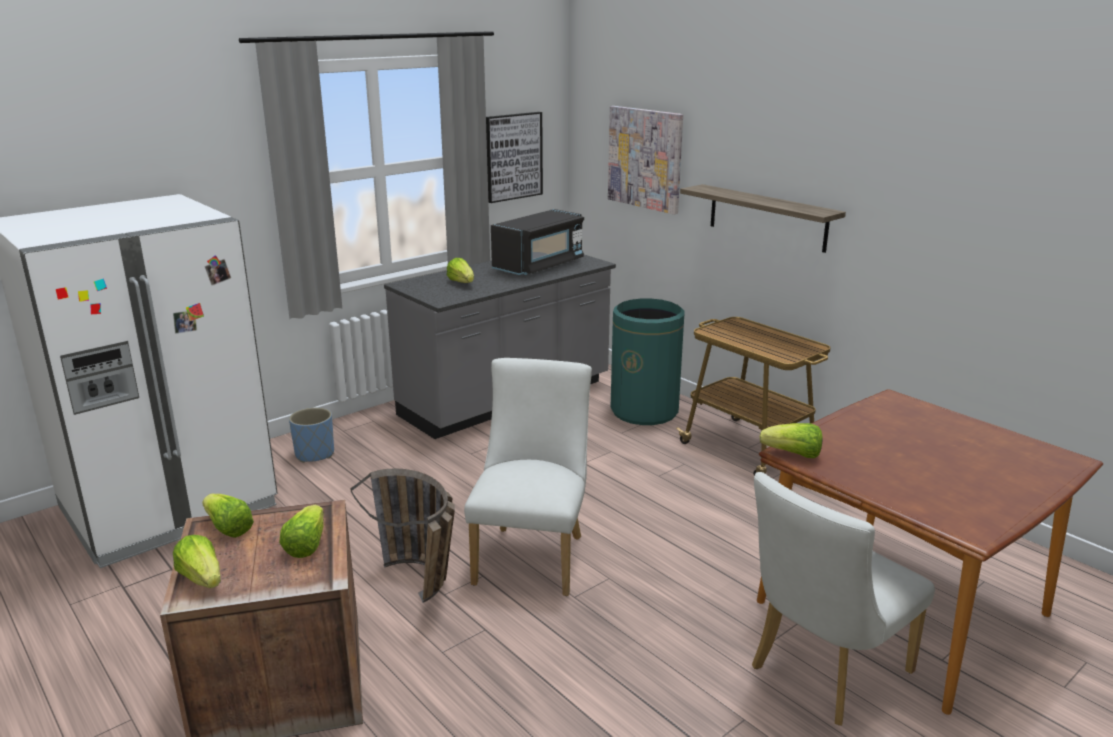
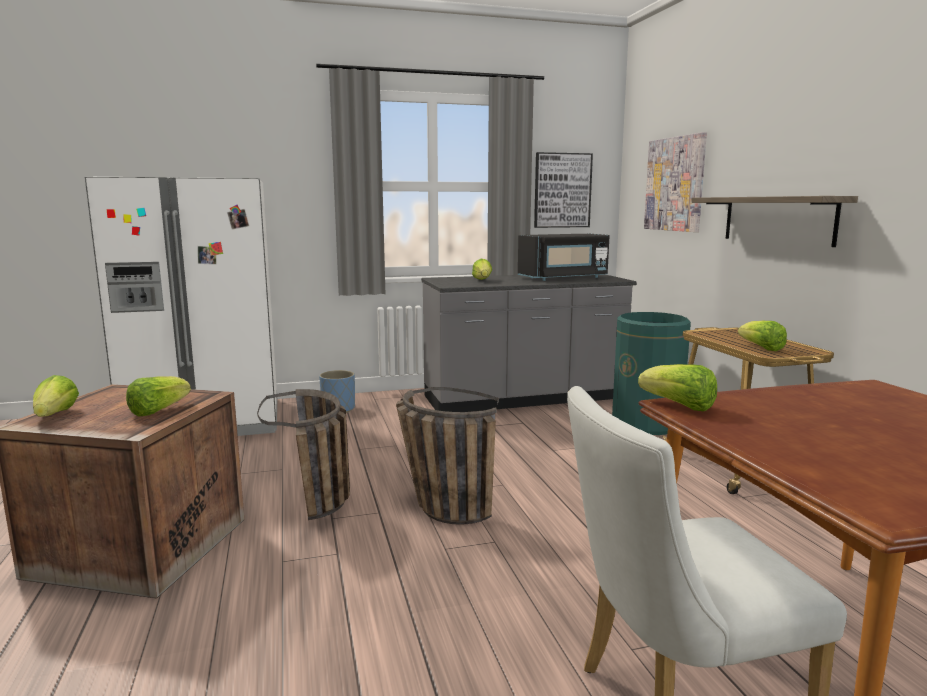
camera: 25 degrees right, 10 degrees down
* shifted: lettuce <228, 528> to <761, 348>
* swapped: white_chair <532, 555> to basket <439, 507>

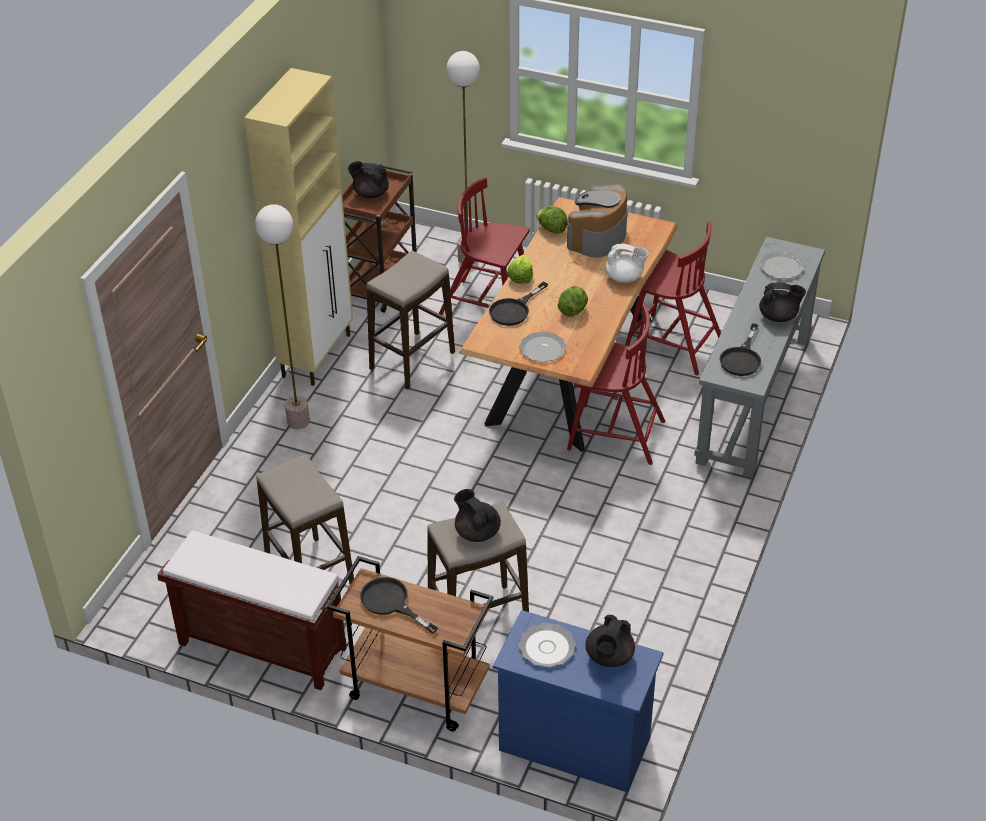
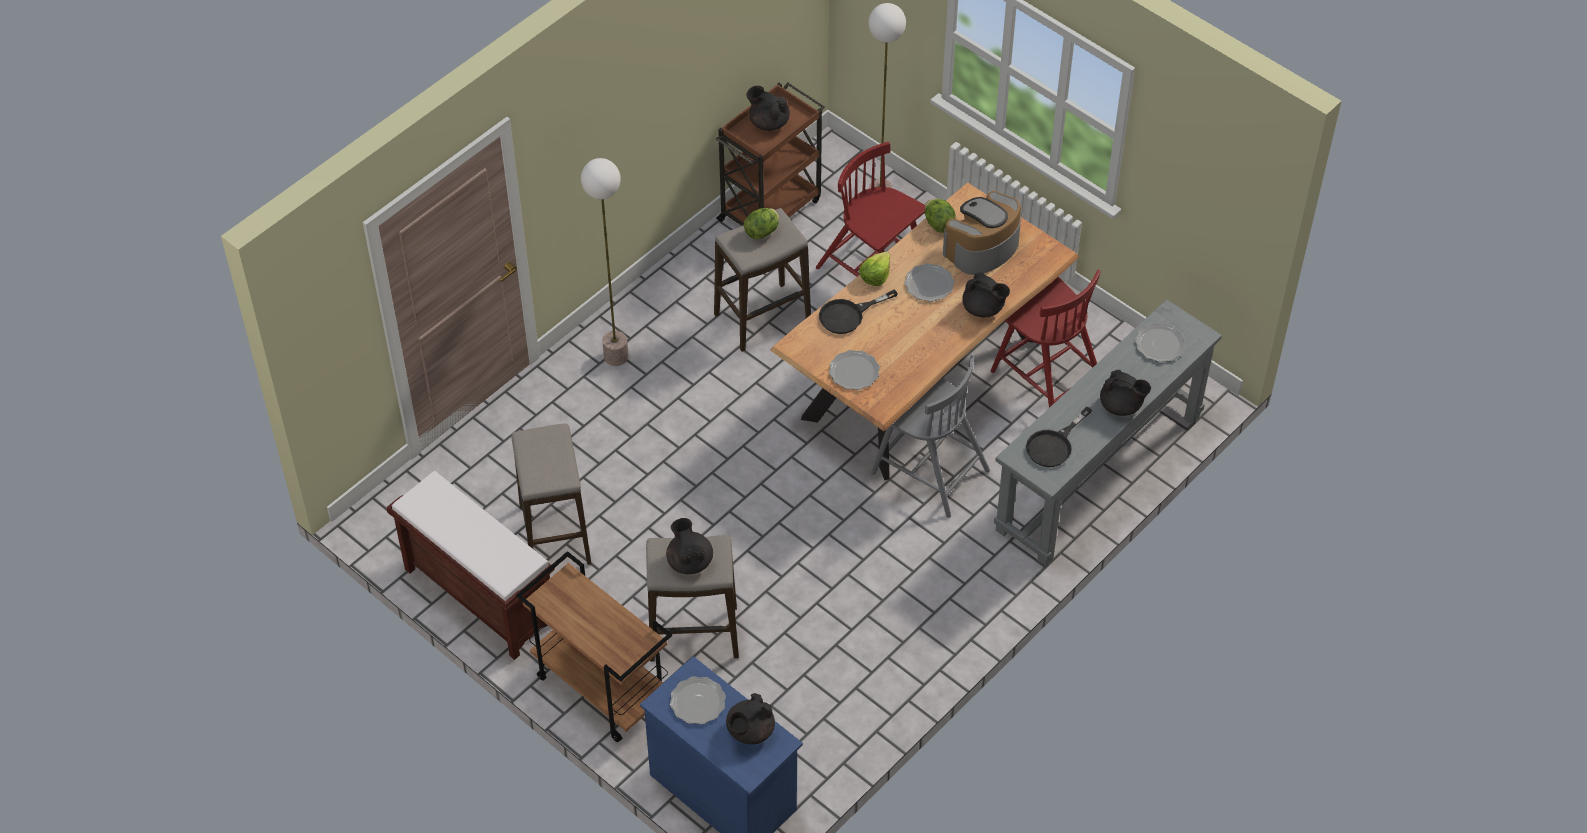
camera: 20 degrees right, 10 degrees up
* gone: beige_cabinet <317, 355>
* gone: black_frying_pan <391, 603>
* new: plate <929, 284>
* shifted: lettuce <573, 310> to <762, 232>
* repainted: red_chair <614, 434> to grey_chair <928, 470>
* repainted: white_teapot <624, 278> to black_teapot <983, 308>

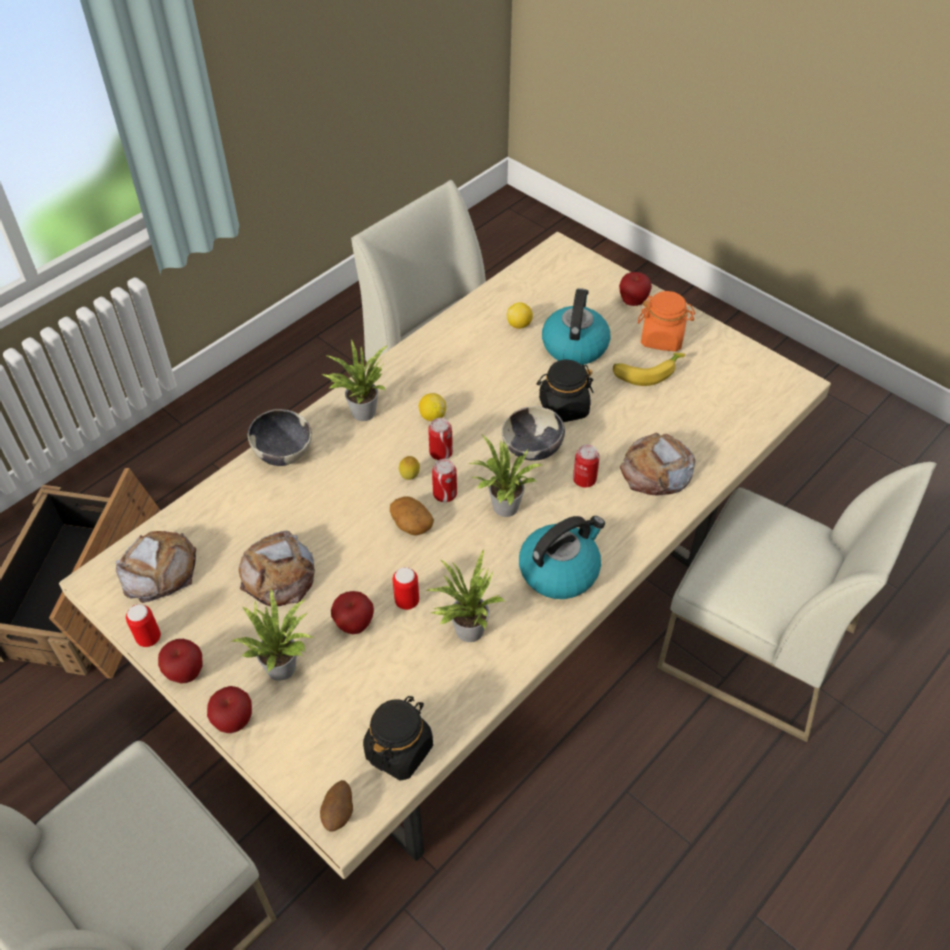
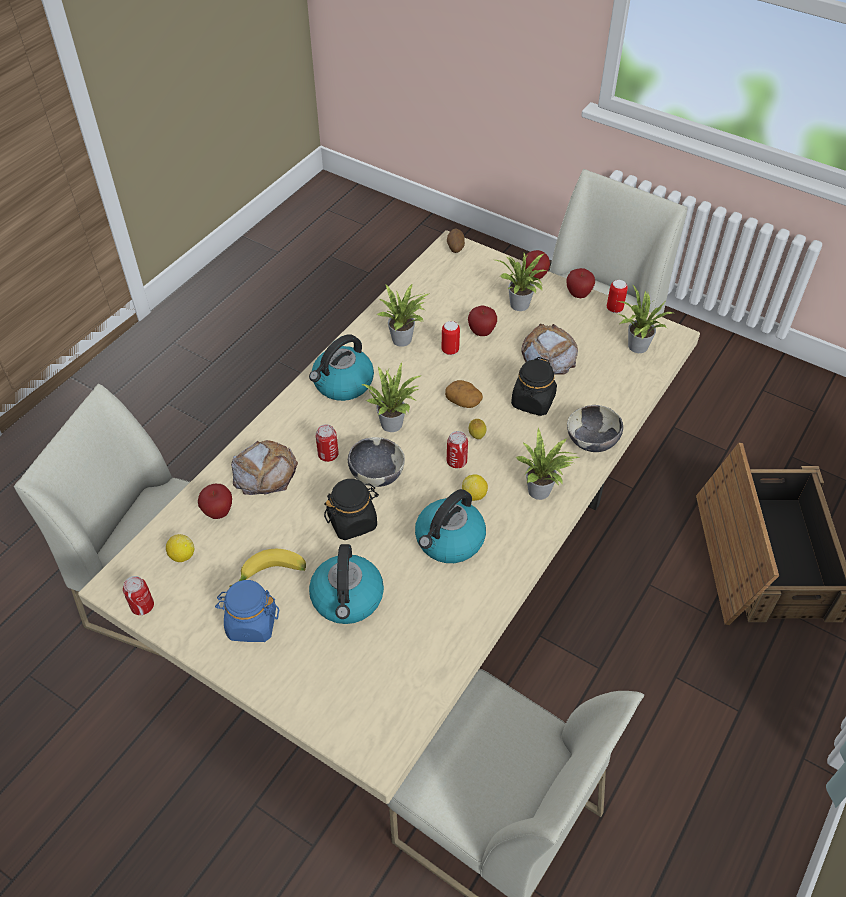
camera: 170 degrees right, 0 degrees up
* new: kettle <449, 541>
* shifted: black_jar <399, 750> to <533, 401>
* shifted: can <445, 494> to <142, 606>
* shifted: lemon <519, 325> to <182, 555>
* shifted: apple <632, 302> to <218, 512>
* swapped: bread <159, 569> to potted_plant <635, 347>
* repainted: orange_jar <662, 338> to blue_jar <251, 623>

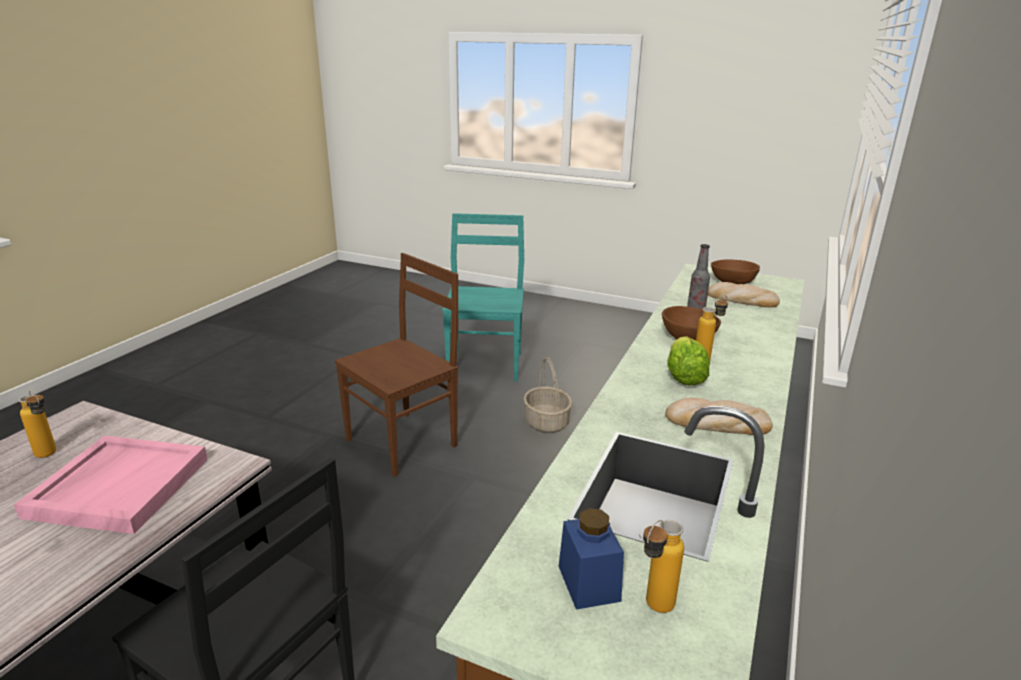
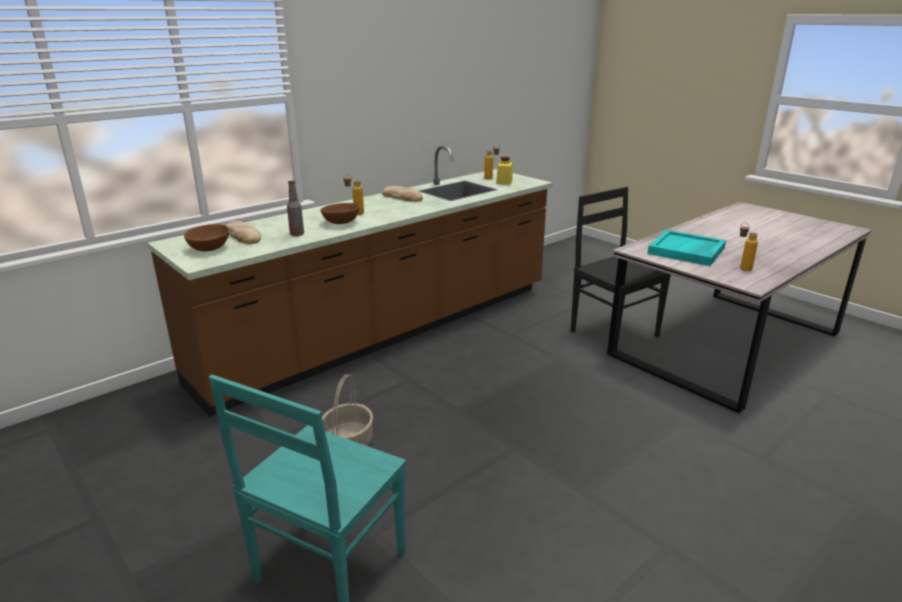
camera: 155 degrees left, 0 degrees up
* gone: brown_chair <404, 441>
* gone: lettuce <684, 377>
* repainted: pink_tray <119, 486> to turquoise_tray <687, 251>
* repainted: blue_jar <588, 583> to yellow_jar <504, 182>

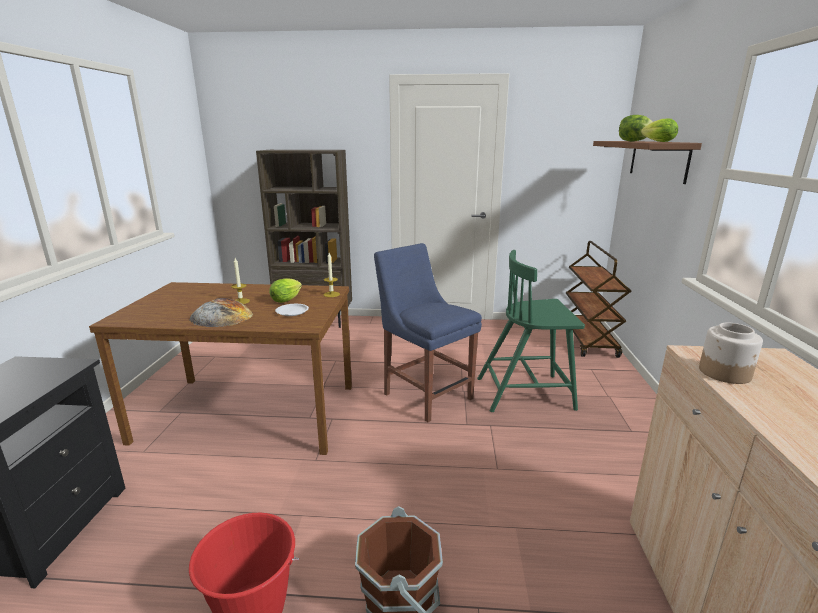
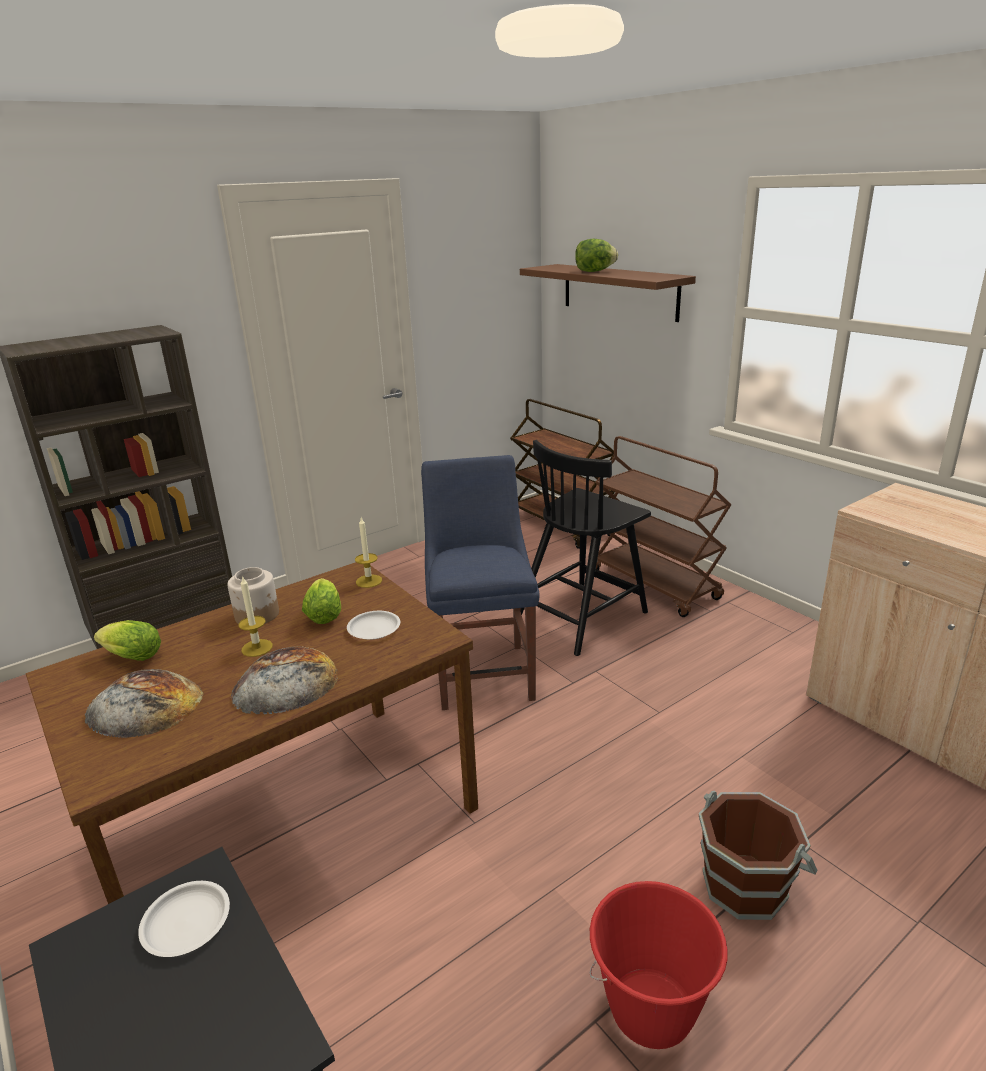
camera: 40 degrees left, 5 degrees up
* new: bread <144, 706>
* new: white_plate <186, 922>
* new: brown_cart <655, 585>
* shifted: lettuce <656, 142> to <130, 657>
* shifted: jar <725, 373> to <257, 615>
* repainted: green_chair <526, 393> to black_chair <582, 616>
* rotated: blue_chair <425, 394> = <483, 672> 75 degrees clockwise

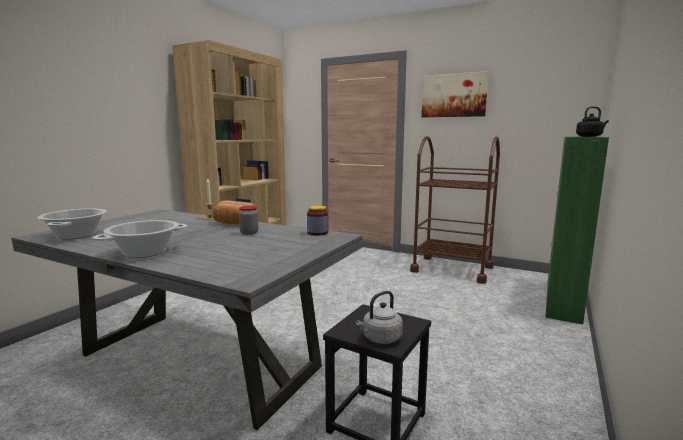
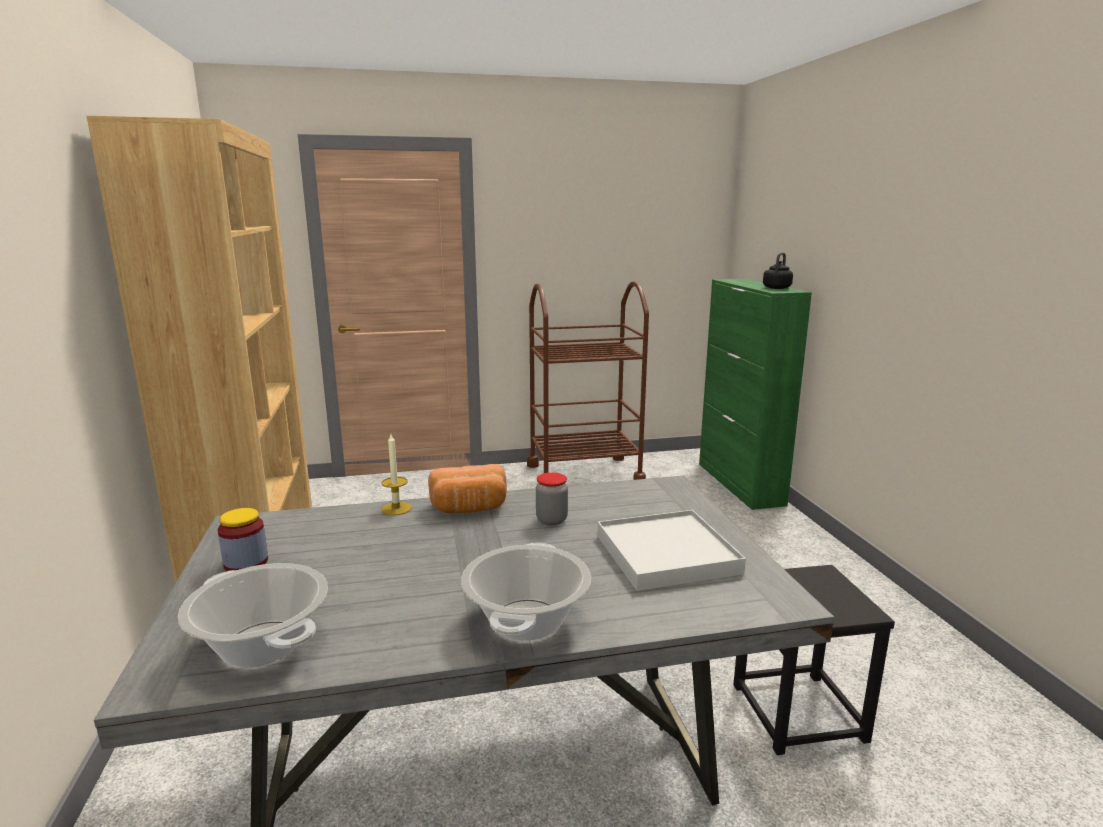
camera: 40 degrees left, 5 degrees up
* gone: grey_kettle <380, 339>
* gone: picture <454, 95>
* new: white_tray <666, 554>
* shifted: jar <317, 233> to <246, 562>

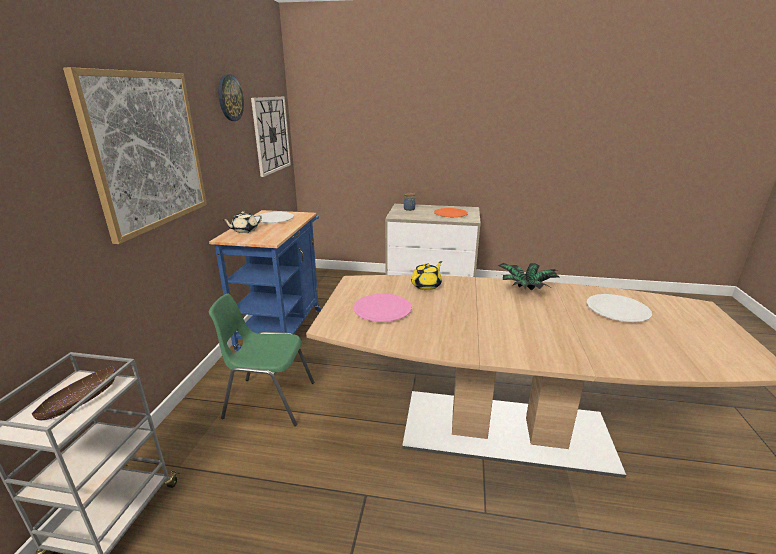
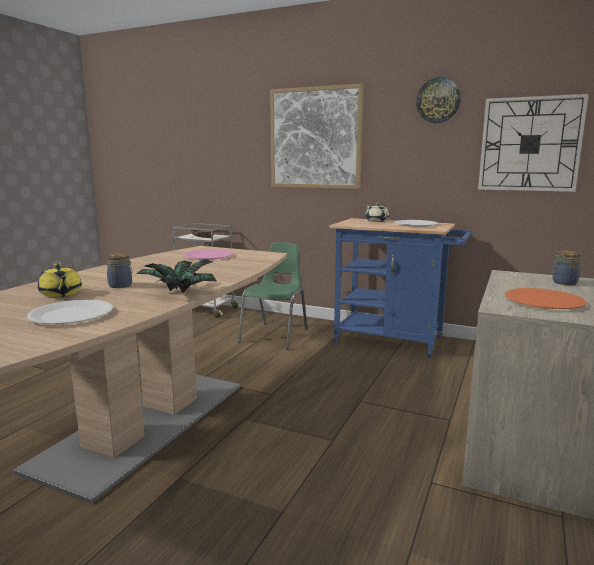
camera: 105 degrees right, 10 degrees down
* new: jar <121, 285>
* shifted: yellow_teapot <426, 285> to <61, 294>

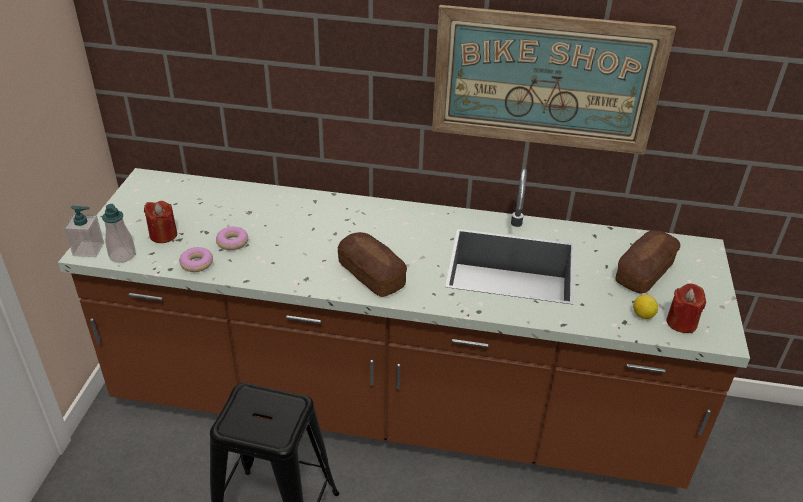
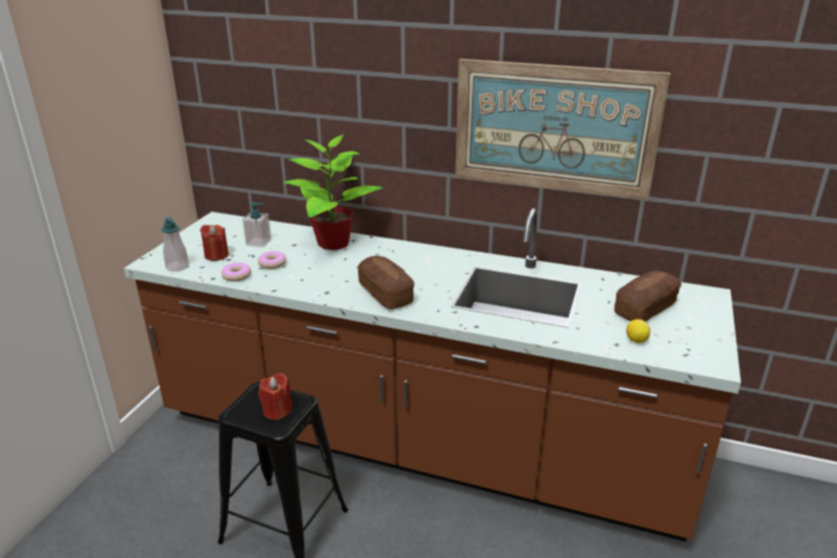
camera: 10 degrees right, 10 degrees down
* new: potted_plant <332, 243>
* shifted: soap_dispenser <89, 249> to <259, 242>
* shifted: red_candle <681, 322> to <277, 411>

